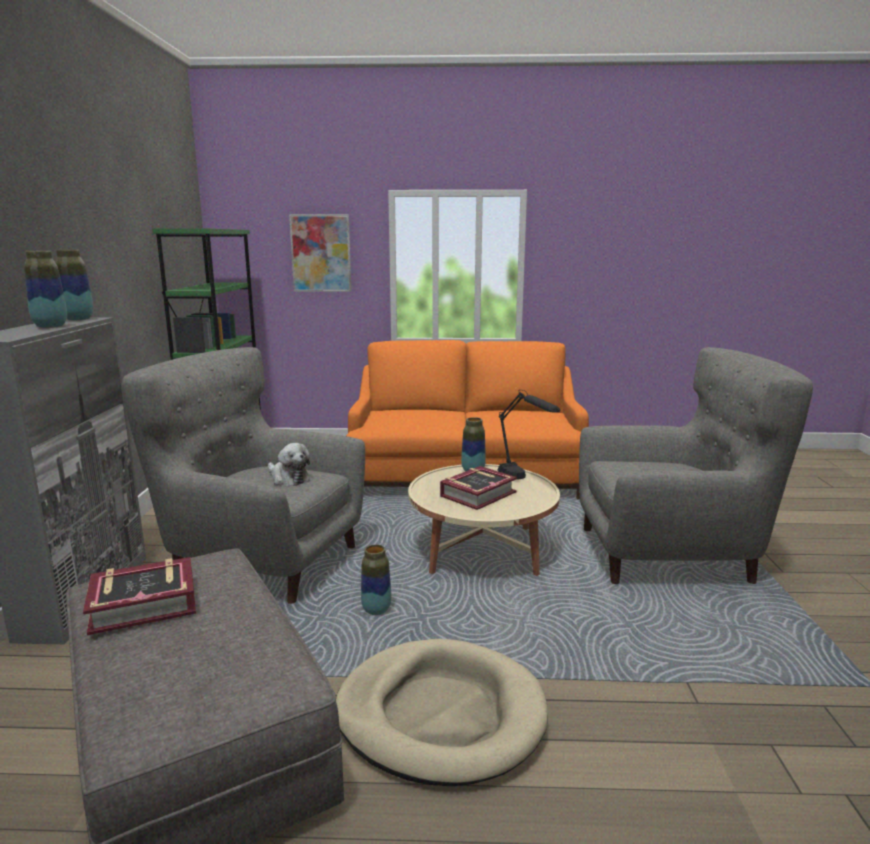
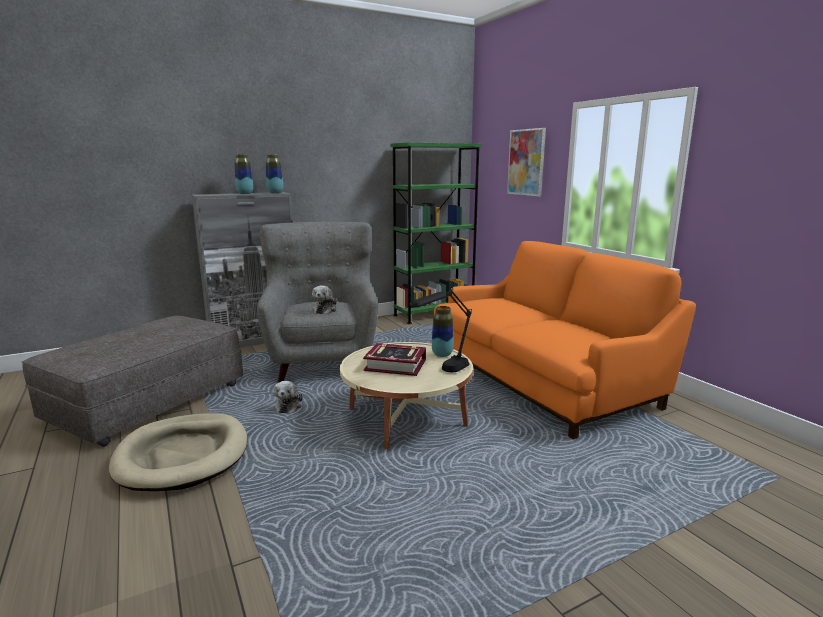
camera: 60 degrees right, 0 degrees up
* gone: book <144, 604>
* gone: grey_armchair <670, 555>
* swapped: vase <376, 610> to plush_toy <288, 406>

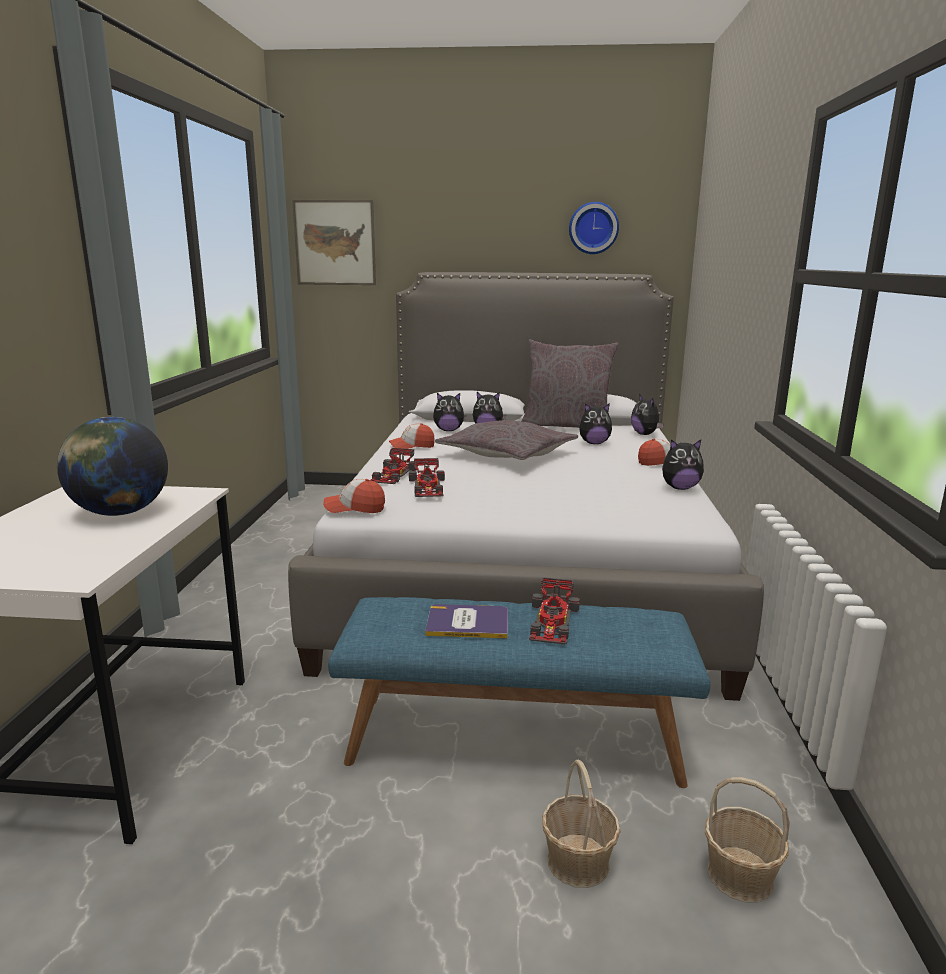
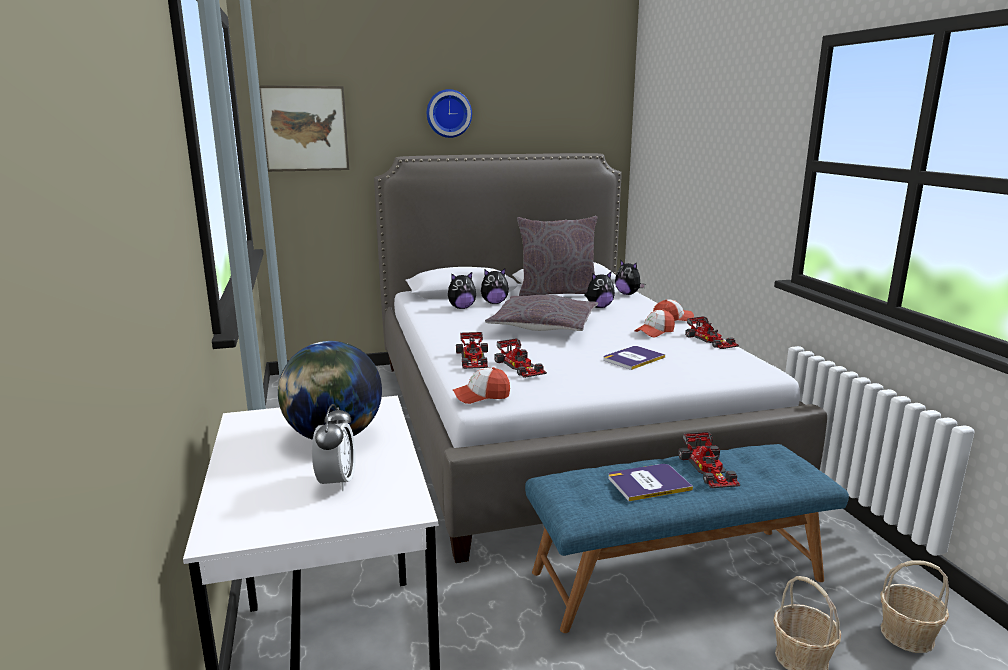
camera: 20 degrees left, 0 degrees up
* new: alarm_clock <336, 482>
* new: book <633, 358>
* shifted: cap <412, 446> to <654, 332>
* shifted: wall_clock <593, 228> to <448, 113>
* swapped: plush_toy <680, 488> to toy_car <711, 340>

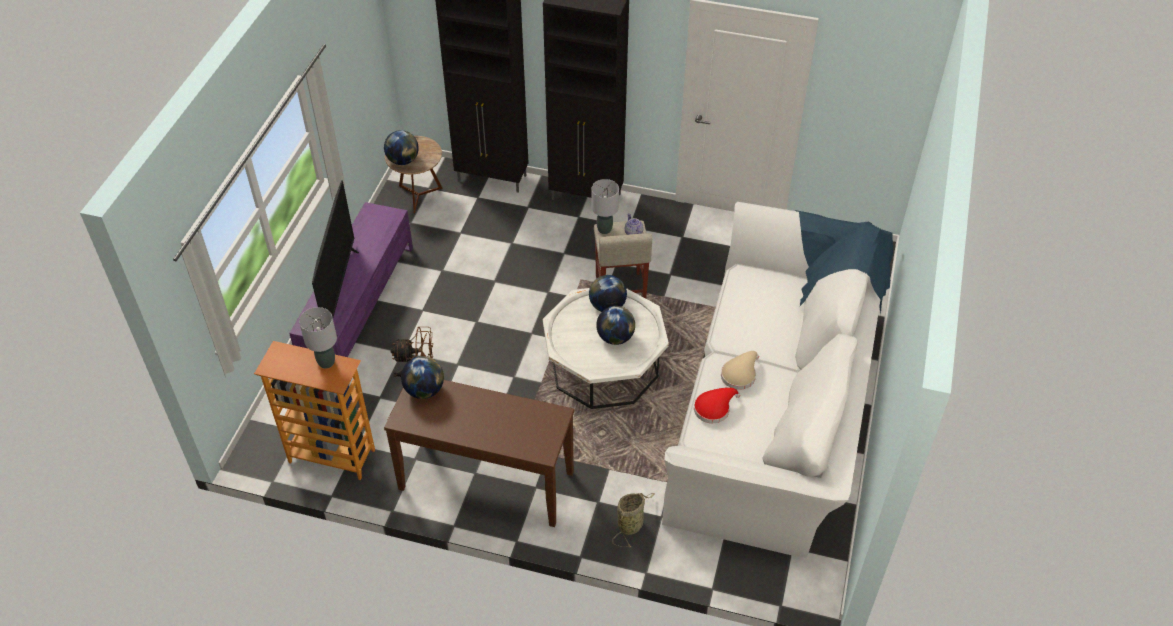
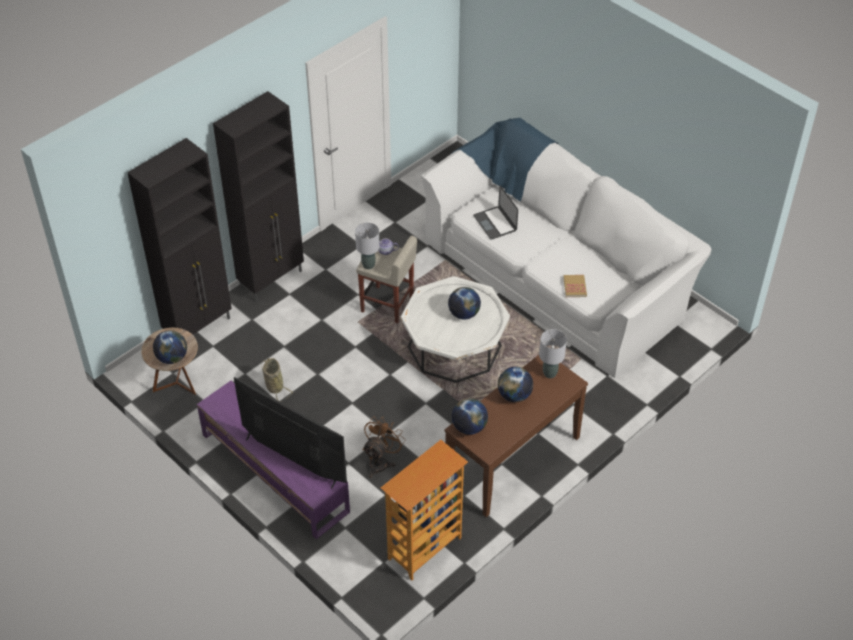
camera: 60 degrees left, 0 degrees up
* gone: beige_hat <739, 374>
* new: laptop <495, 223>
* shifted: grey_table_lamp <326, 363> to <550, 373>
* shifted: globe <607, 306> to <514, 395>
* shifted: basket <631, 524> to <274, 385>
* swapped: red_hat <714, 408> to book <574, 287>

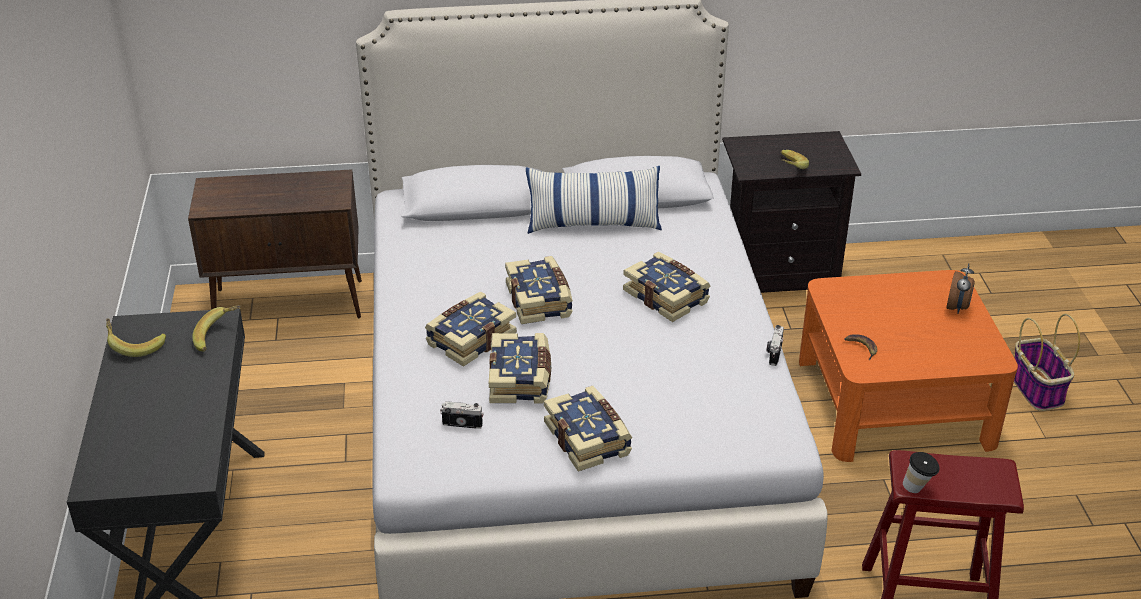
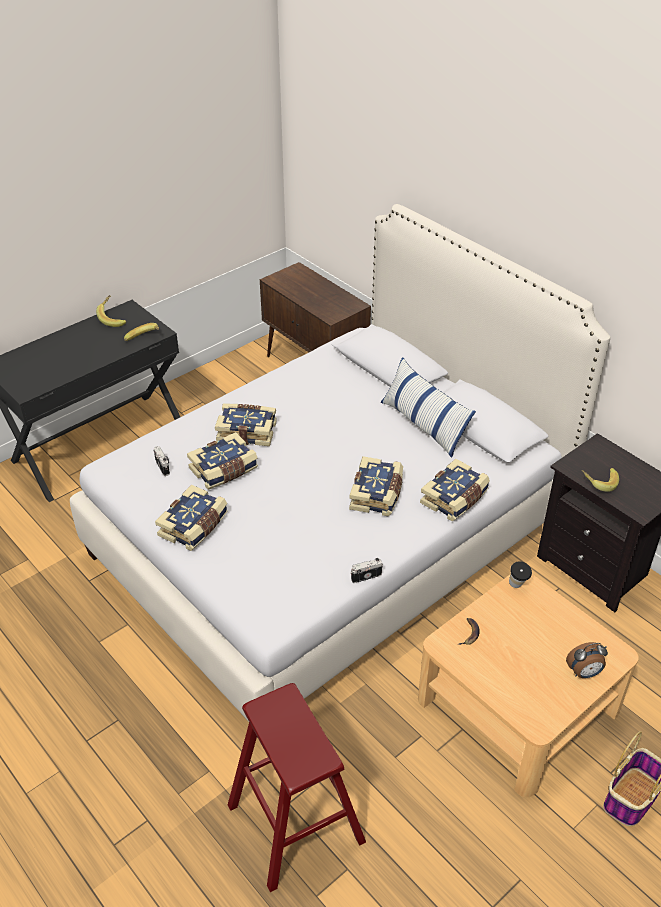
camera: 55 degrees right, 5 degrees up
* shifted: book <540, 300> to <455, 499>
* shifted: cup <918, 488> to <517, 586>
* repainted: orange_coffee_table <893, 400> to beige_coffee_table <517, 703>

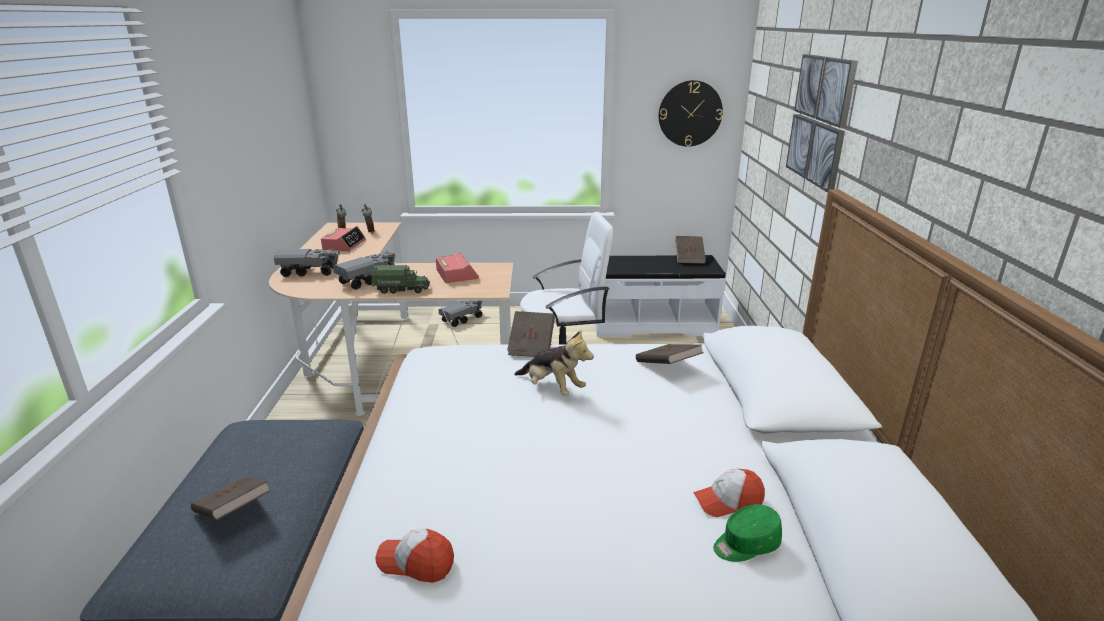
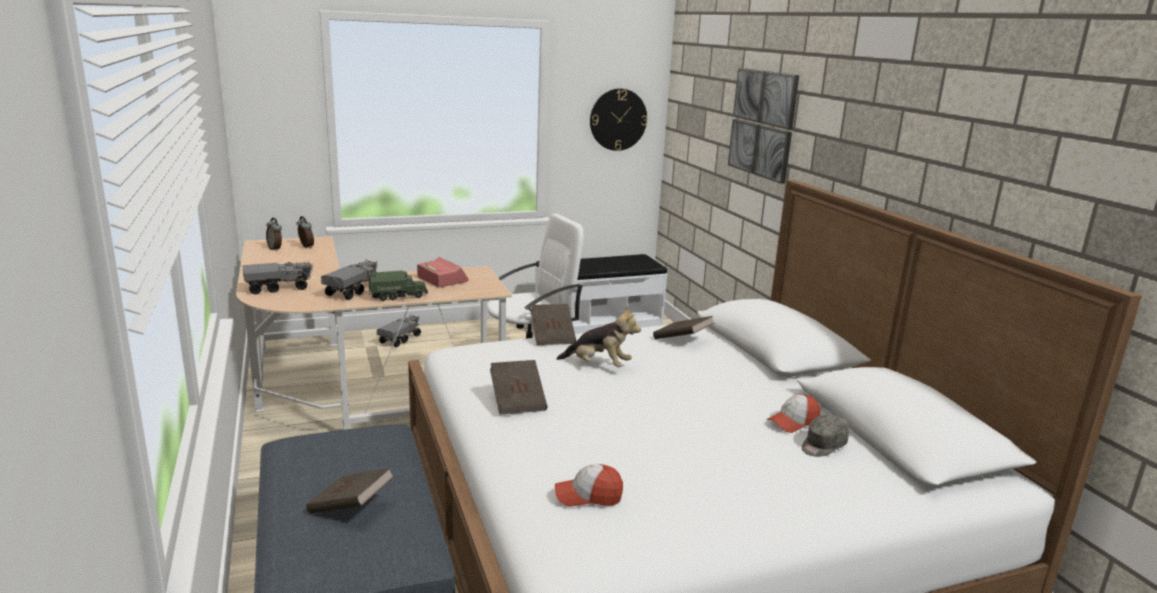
camera: 20 degrees left, 5 degrees down
* gone: alarm_clock <344, 245>
* shifted: brown_book <689, 258> to <518, 401>
* repainted: green_cap <745, 544> to grey_cap <822, 445>

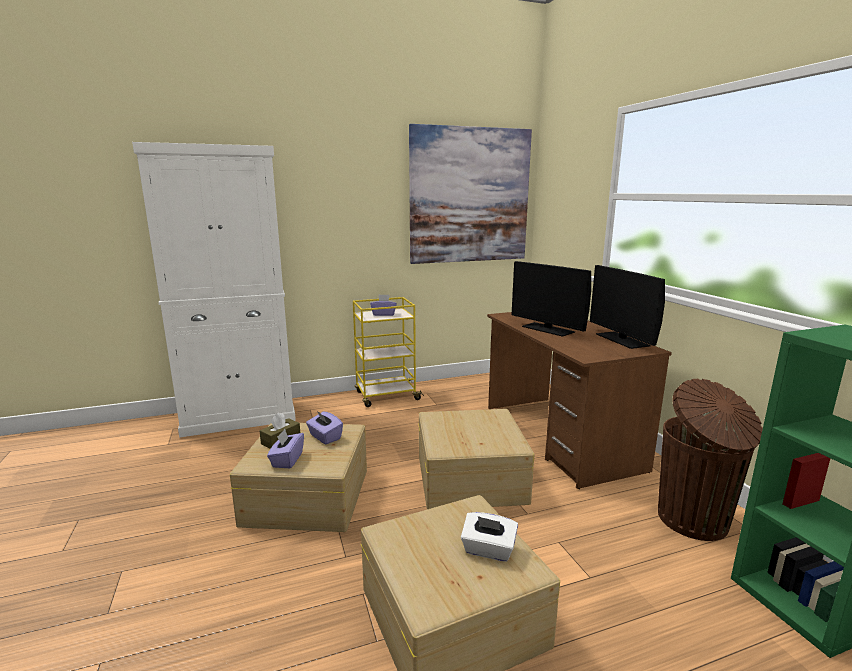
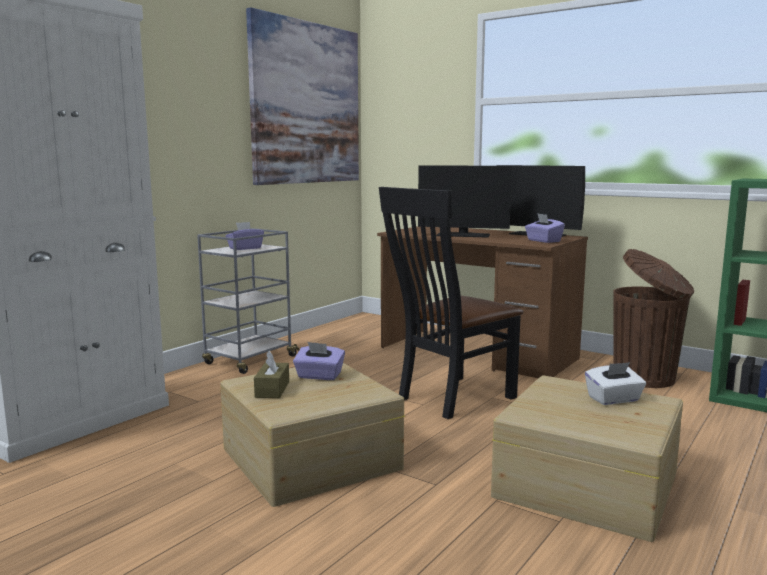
camera: 35 degrees left, 5 degrees down
* shifted: purple_tissue_box <287, 460> to <543, 241>
* swapped: beige_storage_box <470, 477> to black_chair <450, 398>
* repainted: yellow_cart <386, 396> to grey_cart <250, 360>

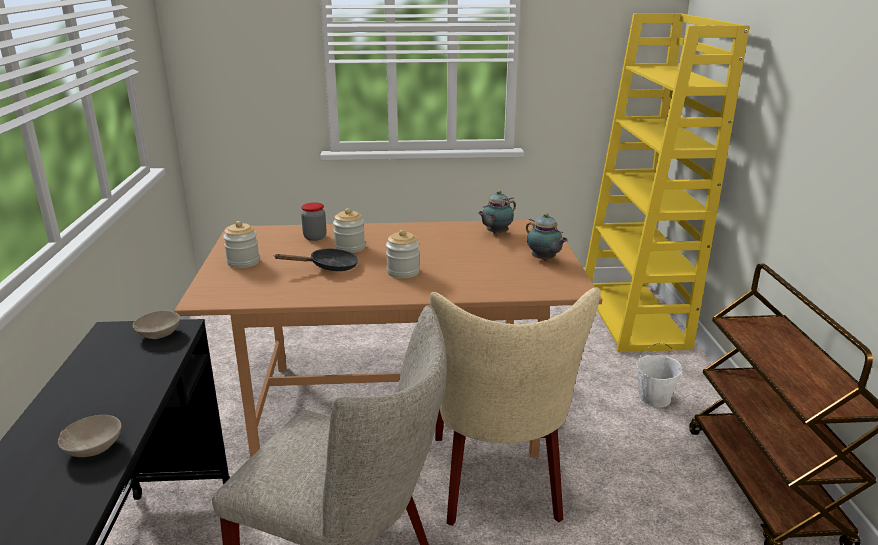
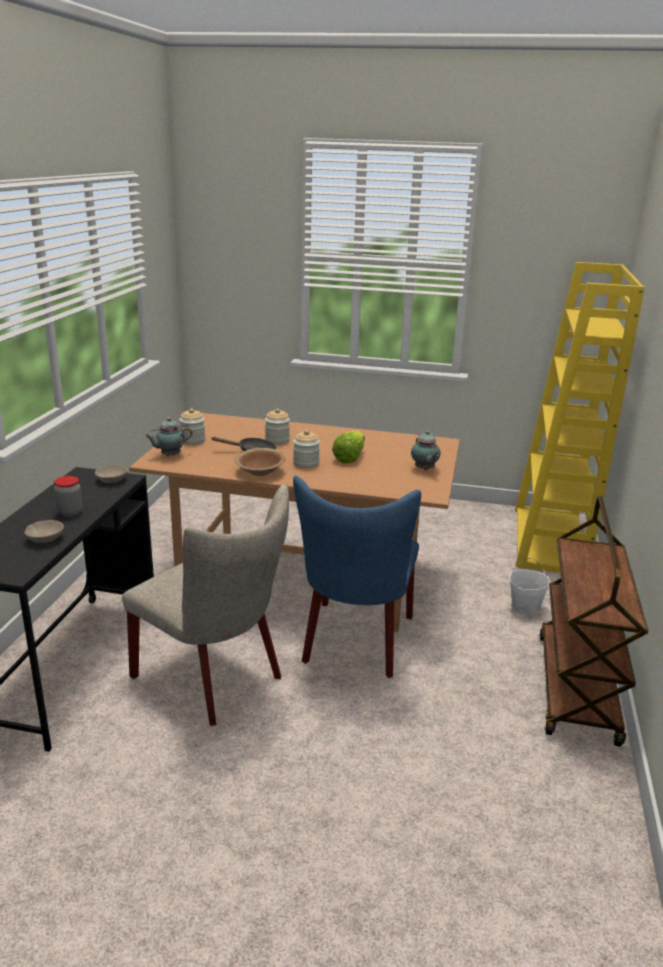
camera: 15 degrees right, 0 degrees up
* new: brown_bowl <260, 472>
* new: lettuce <349, 458>
* shifted: jar <315, 237> to <70, 512>
* shifted: teapot <496, 233> to <169, 455>
* repainted: beige_chair <498, 483> to blue_chair <355, 643>

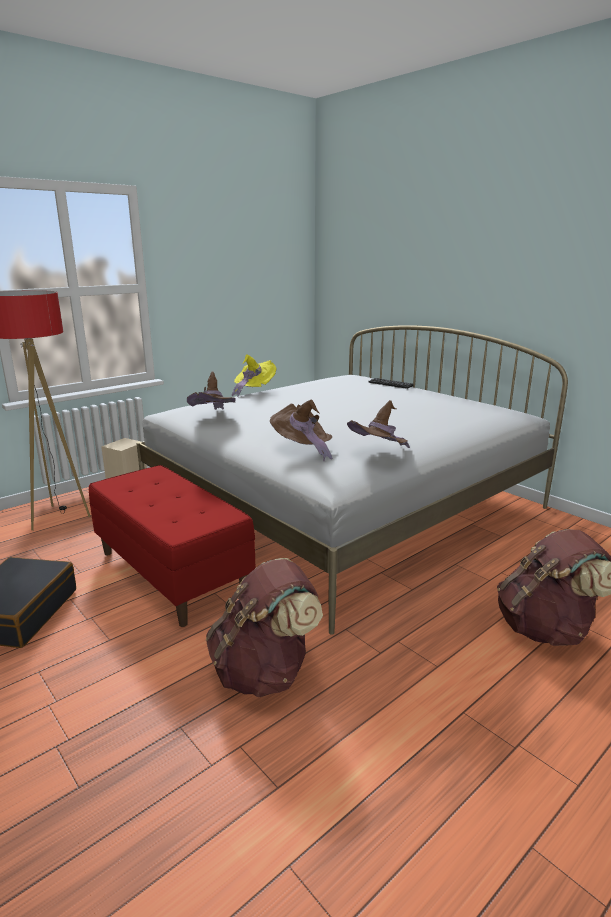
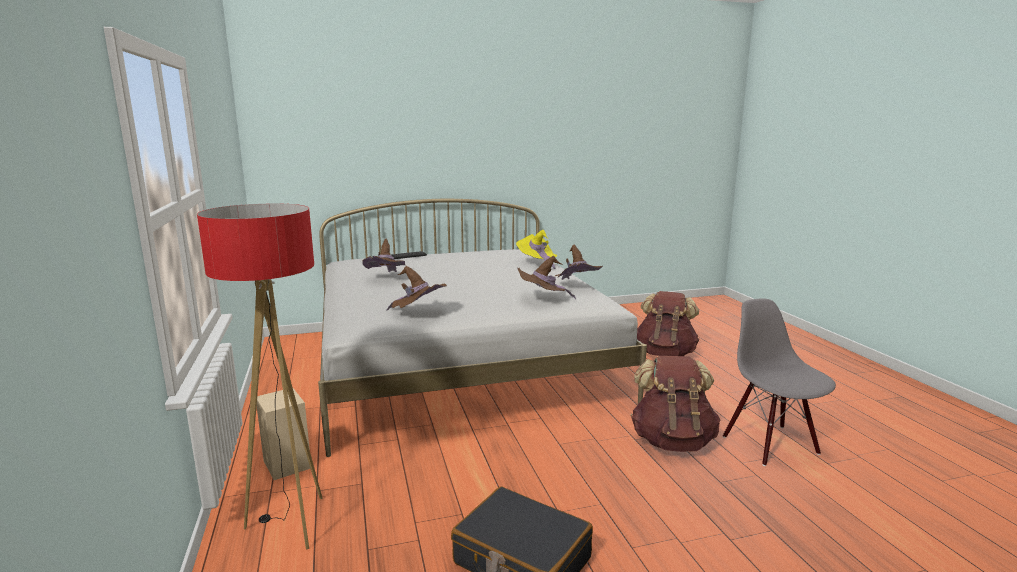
camera: 65 degrees left, 5 degrees down
* gone: red_bench <173, 573>
* new: brown_hat <386, 279>
* new: grey_chair <771, 444>
* shifted: yellow_hat <253, 390> to <537, 263>

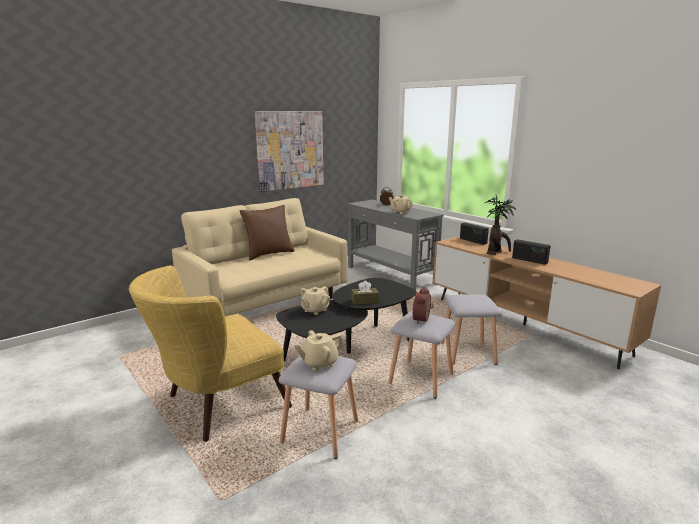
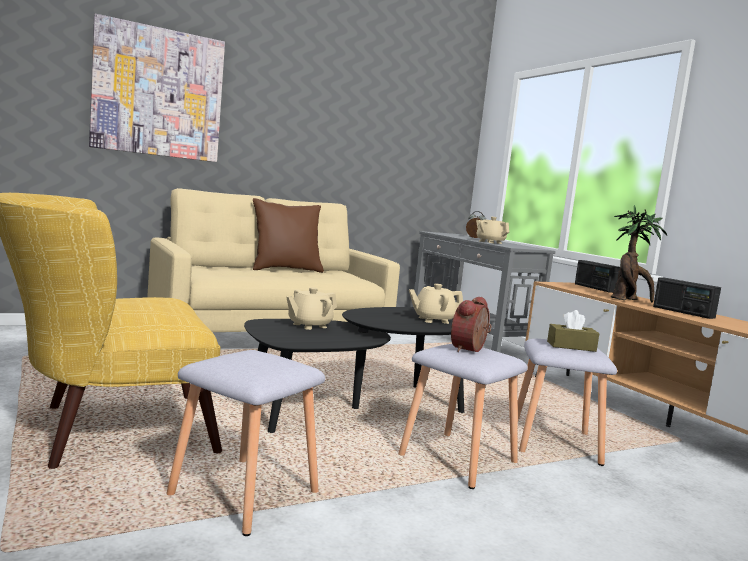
camera: 10 degrees right, 10 degrees down
* shifted: picture <290, 150> to <158, 93>
* shifted: beige_teapot <319, 363> to <433, 320>
* shifted: brown_tissue_box <365, 301> to <571, 346>

